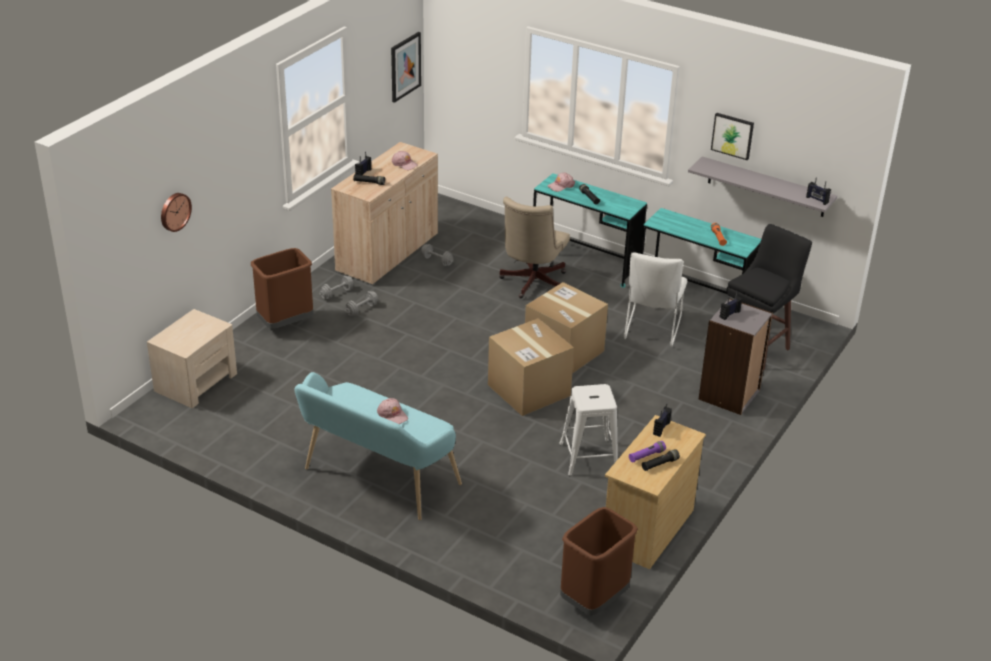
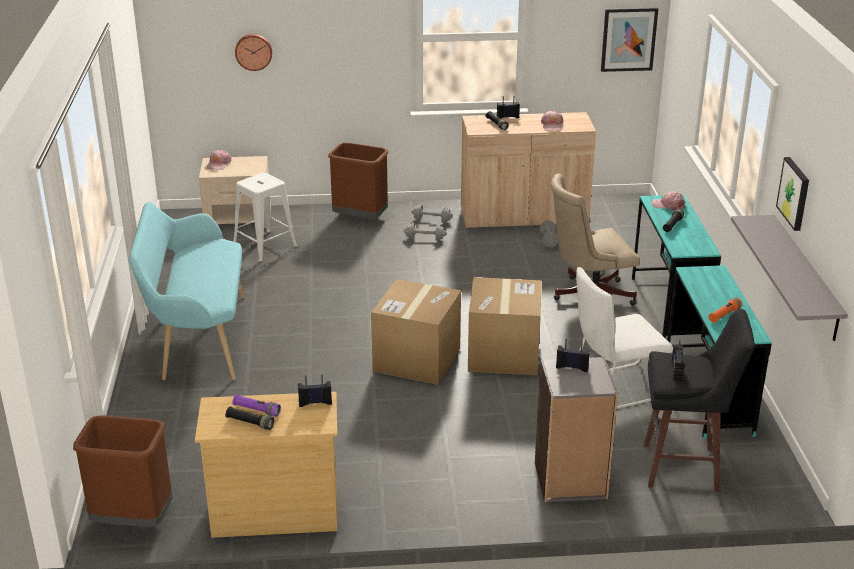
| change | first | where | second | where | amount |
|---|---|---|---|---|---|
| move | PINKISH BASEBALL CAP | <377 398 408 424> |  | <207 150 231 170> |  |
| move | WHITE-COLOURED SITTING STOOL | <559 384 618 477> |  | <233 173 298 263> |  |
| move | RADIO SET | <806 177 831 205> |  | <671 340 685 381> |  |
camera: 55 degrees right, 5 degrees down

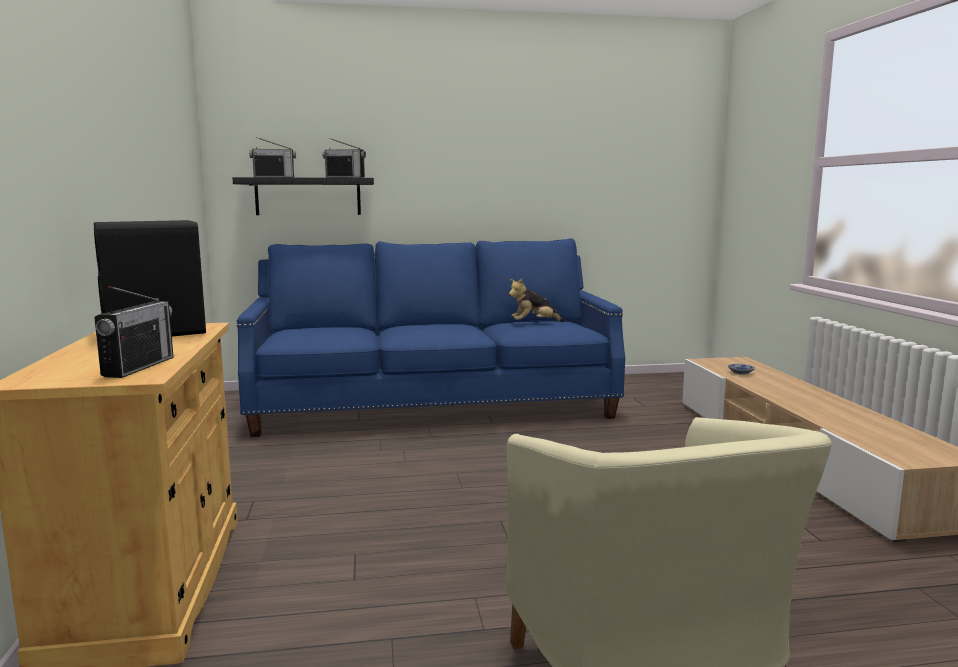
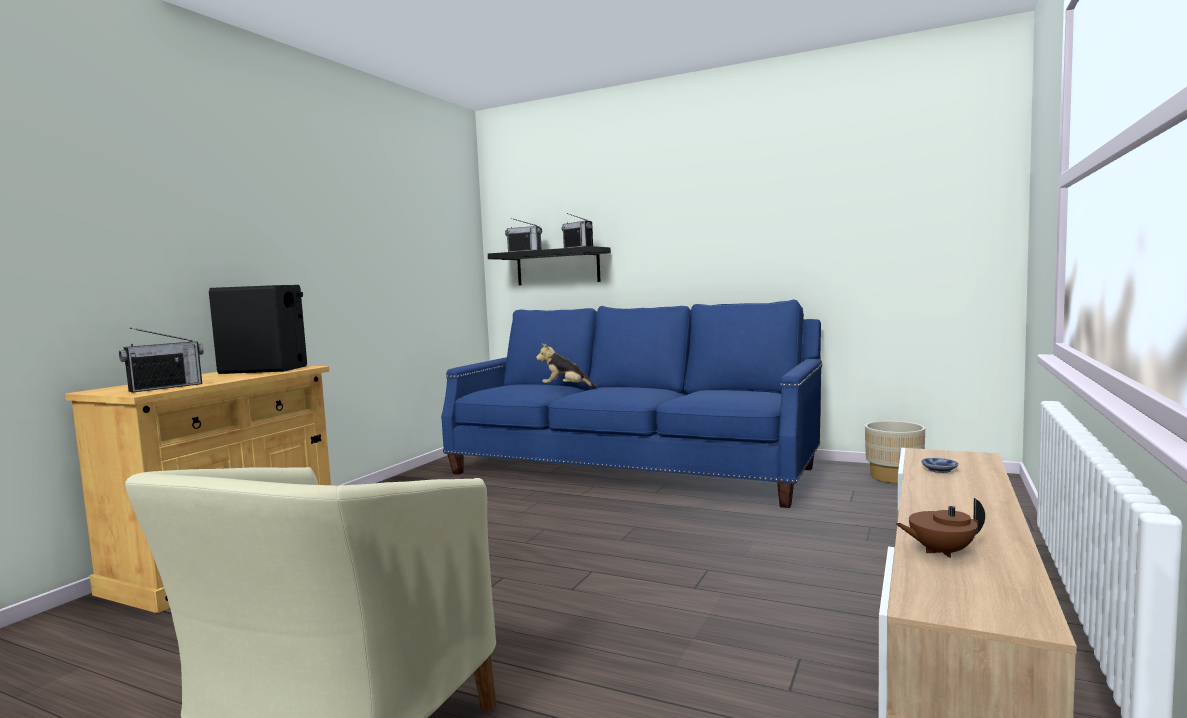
| change | first | where | second | where | amount |
|---|---|---|---|---|---|
| insert |  |  | BEIGE PLANT POT | <865 421 925 484> |  |
| insert |  |  | BROWN-COLOURED TEAPOT | <895 498 985 558> |  |
| move | SOFT TOY | <509 279 564 322> |  | <536 343 598 389> |  |
camera: 35 degrees right, 5 degrees down

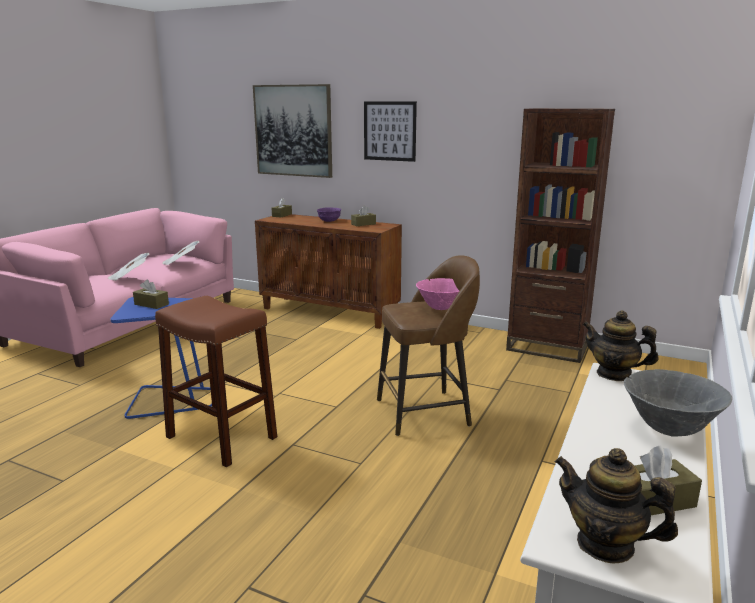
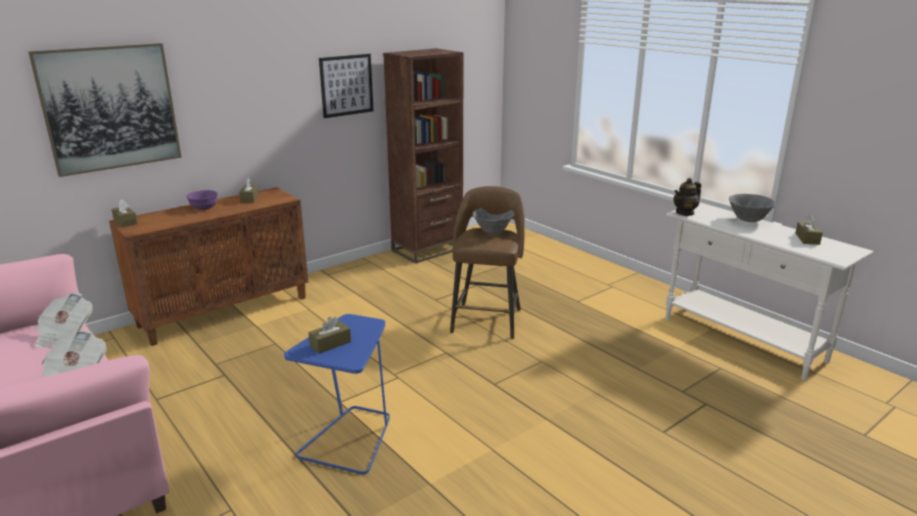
| change | first | where | second | where | amount |
|---|---|---|---|---|---|
| delete | BROWN-COLOURED SITTING STOOL | <155 296 277 467> |  |  |  |
| delete | TEAPOT | <555 448 678 563> |  |  |  |
| move | PICTURE | <364 101 417 162> |  | <319 54 373 118> |  |
| recolor | PINKISH BOWL | <416 278 459 310> | GRAY BOWL | <472 208 515 234> |  |
camera: 65 degrees left, 5 degrees up

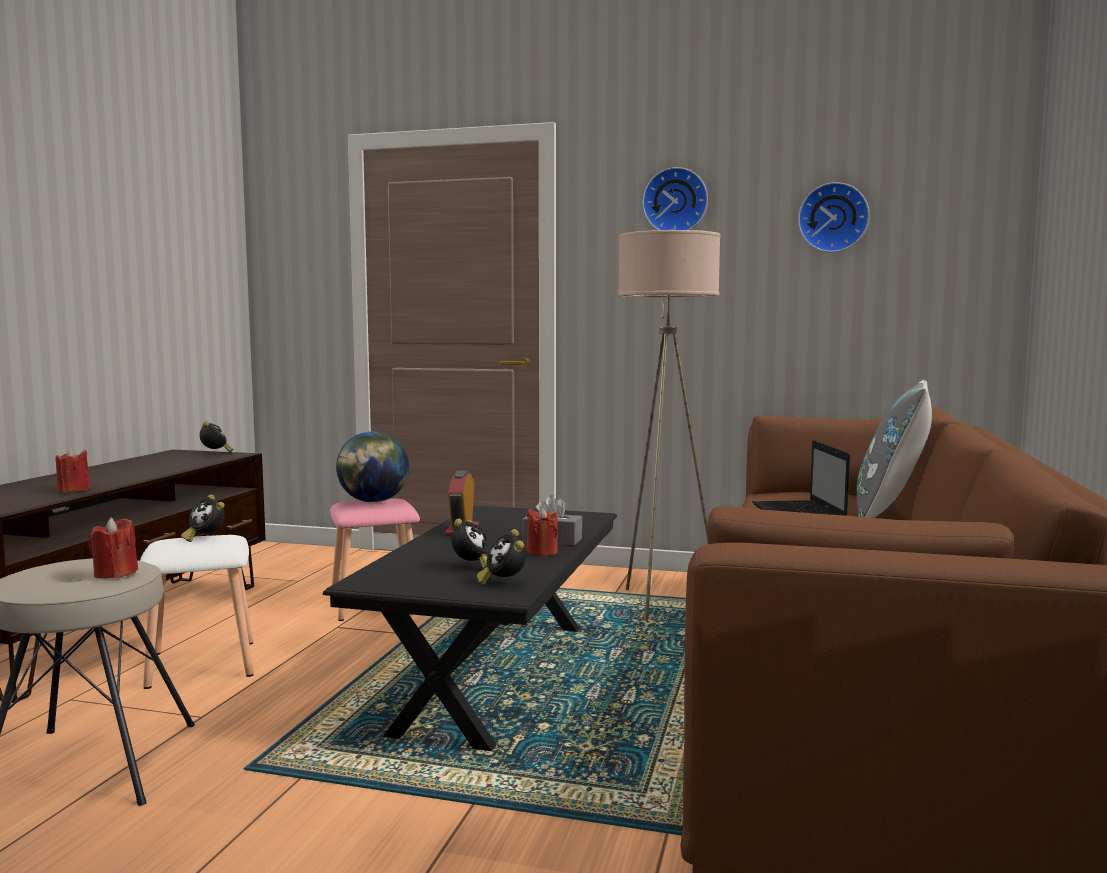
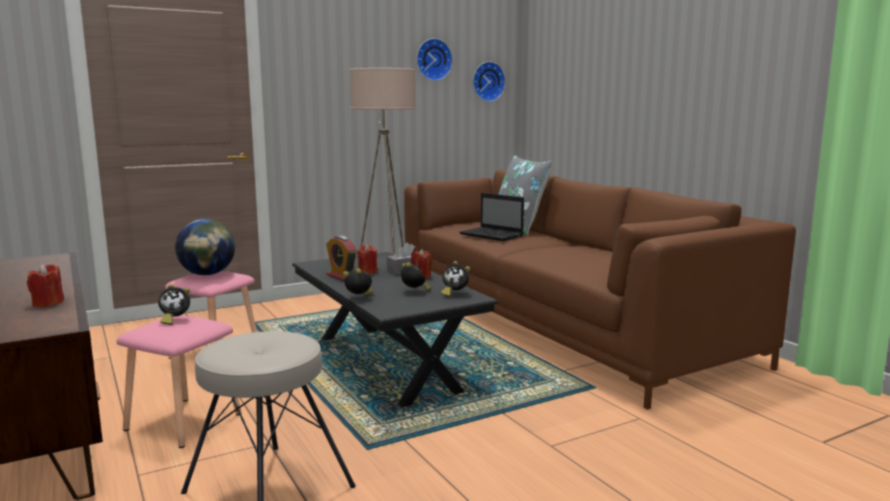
| change | first | where | second | where | amount |
|---|---|---|---|---|---|
| move | REDDISH WAX LIGHT | <88 518 138 579> |  | <357 244 377 274> |  |
| move | ALARM CLOCK | <200 421 234 453> |  | <343 268 373 295> |  |
| move | HANGING CLOCK | <642 167 708 230> |  | <473 62 506 102> |  |
| recolor | WHITE-COLOURED SITTING STOOL | <140 535 254 689> | PINKISH SITTING STOOL | <116 315 242 448> |  |
camera: 45 degrees left, 5 degrees up

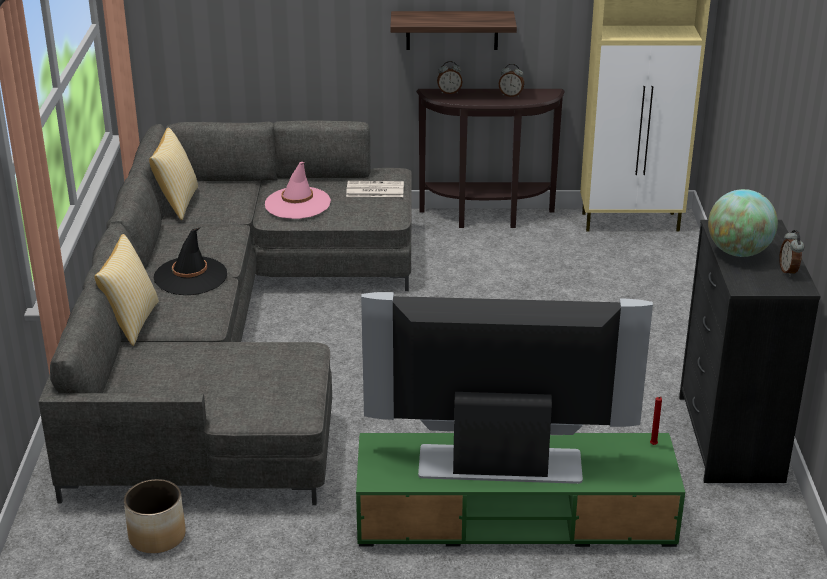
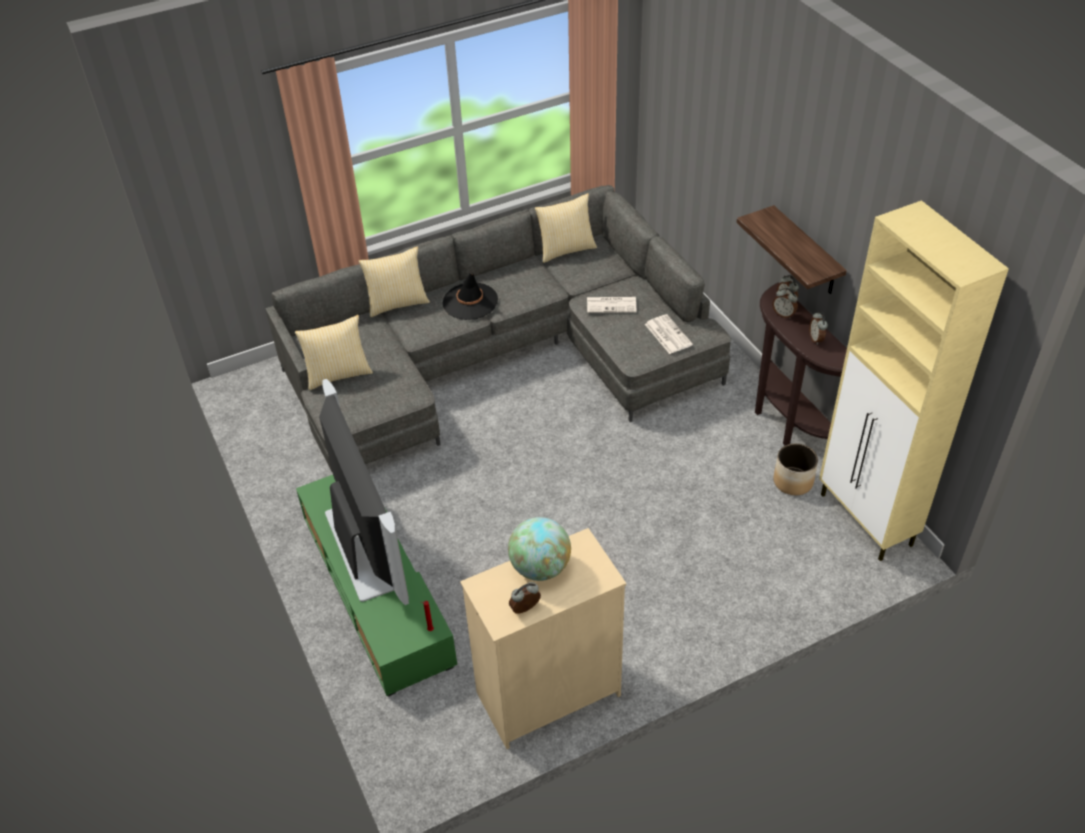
| change | first | where | second | where | amount |
|---|---|---|---|---|---|
| insert |  |  | PILLOW | <295 315 373 390> |  |
| insert |  |  | ALARM CLOCK | <773 288 798 318> |  |
| move | PLANT POT | <124 479 186 553> |  | <774 443 818 495> |  |
| replace | PINKISH WEARABLE HAT | <265 162 331 219> | PRINTED PAPER | <587 297 637 313> |  |
| recolor | BLACK-COLOURED DRAWER CHEST | <679 220 821 483> | BEIGE DRAWER CHEST | <460 528 626 749> |  |
camera: 65 degrees right, 15 degrees up

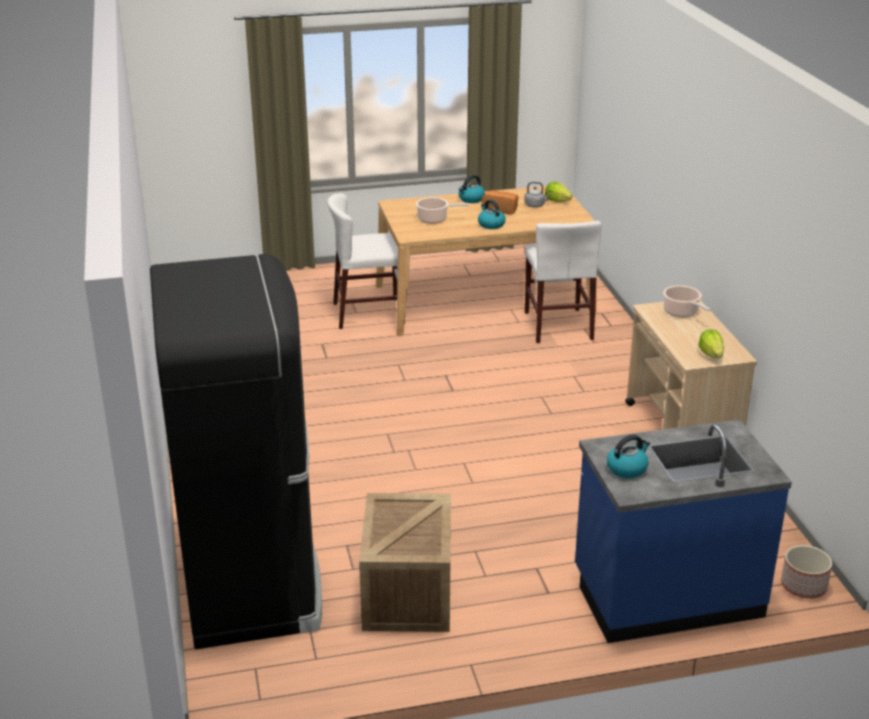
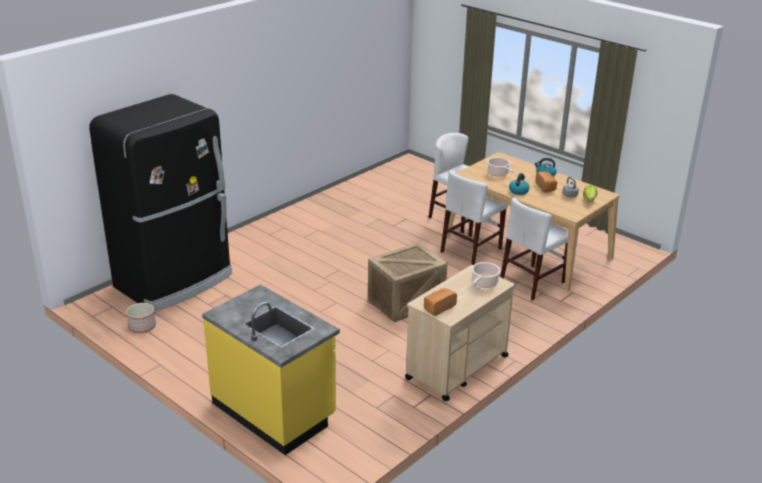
| change | first | where | second | where | amount |
|---|---|---|---|---|---|
| delete | TEA KETTLE | <607 434 650 478> |  |  |  |
| insert |  |  | WHITE-COLOURED CHAIR | <441 170 508 265> |  |
| move | CRATE | <359 493 451 632> |  | <368 243 448 322> |  |
| move | PLANT POT | <781 545 832 599> |  | <126 303 156 334> |  |
| replace | LETTUCE | <698 329 724 358> | BREAD | <424 288 457 316> |  |
| recolor | BLUE KITCHEN BASE UNIT | <575 419 792 643> | YELLOWISH KITCHEN BASE UNIT | <202 284 340 455> |  |
camera: 55 degrees right, 0 degrees up

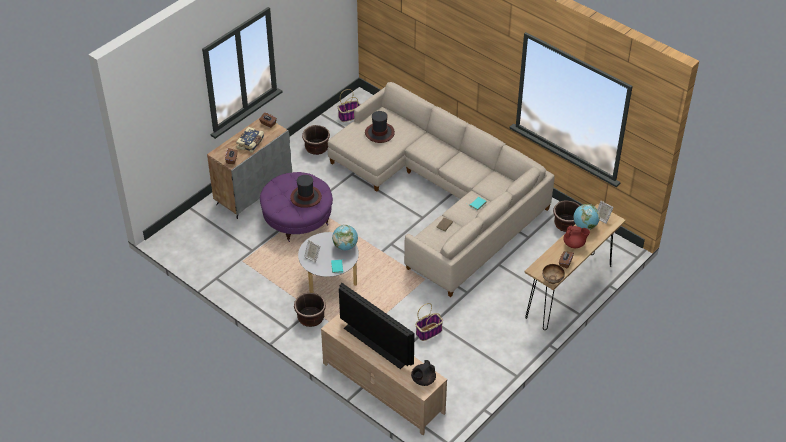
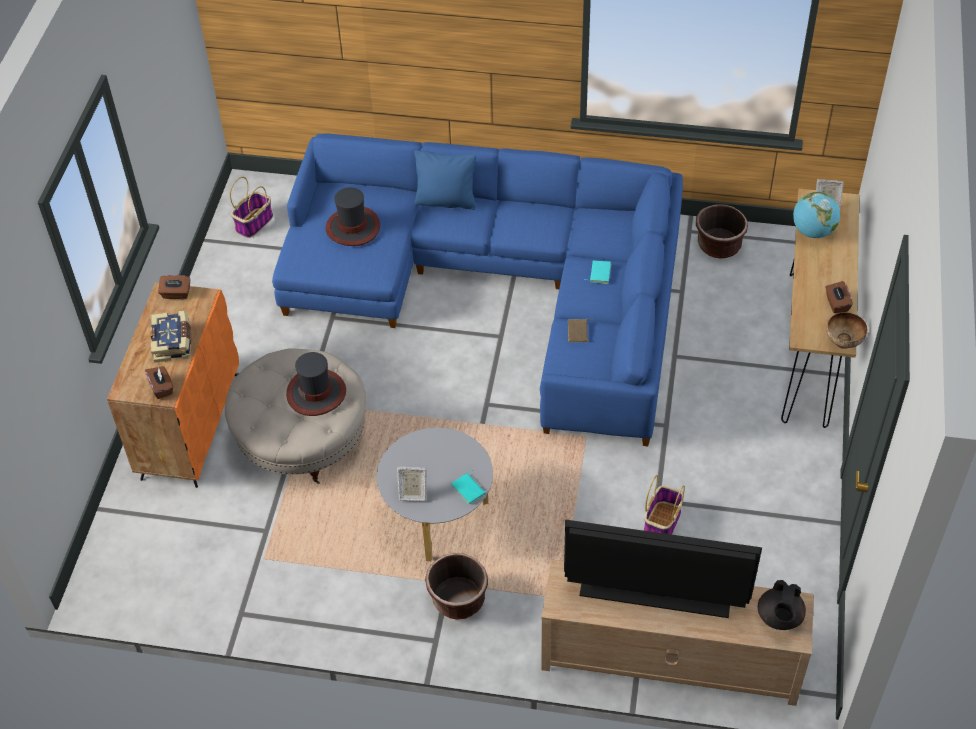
| change | first | where | second | where | amount |
|---|---|---|---|---|---|
| delete | BROWN-COLOURED PLANT POT | <302 125 330 155> |  |  |  |
| delete | WORLD GLOBE | <332 225 358 250> |  |  |  |
| delete | REDDISH TEAPOT | <563 225 590 248> |  |  |  |
| insert |  |  | BLUE PILLOW | <414 150 476 210> |  |
| recolor | GRAY STORAGE CABINET | <207 119 292 219> | ORANGE-COLOURED STORAGE CABINET | <107 282 239 488> |  |
| recolor | PURPLE-COLOURED FOOTREST | <260 172 333 242> | BEIGE FOOTREST | <225 348 366 484> |  |
| recolor | BEIGE COUCH | <328 82 554 297> | BLUE COUCH | <272 133 683 446> |  |
camera: 30 degrees left, 5 degrees up

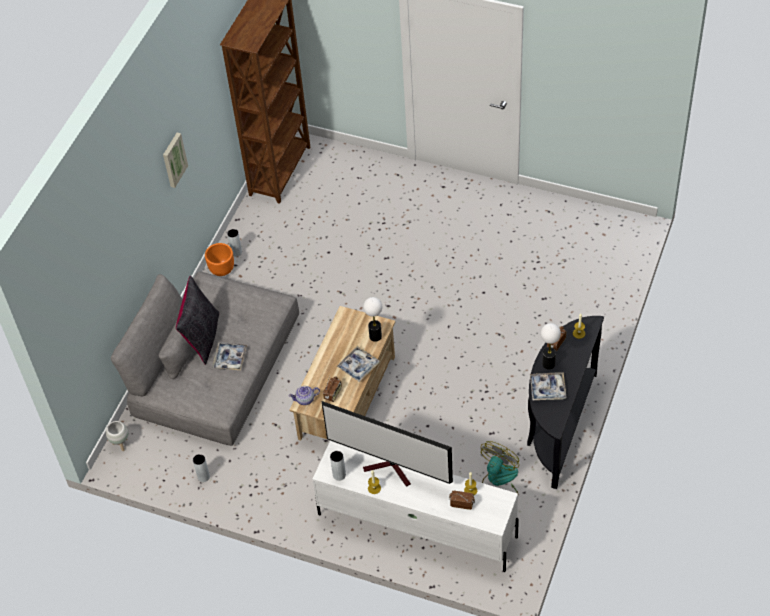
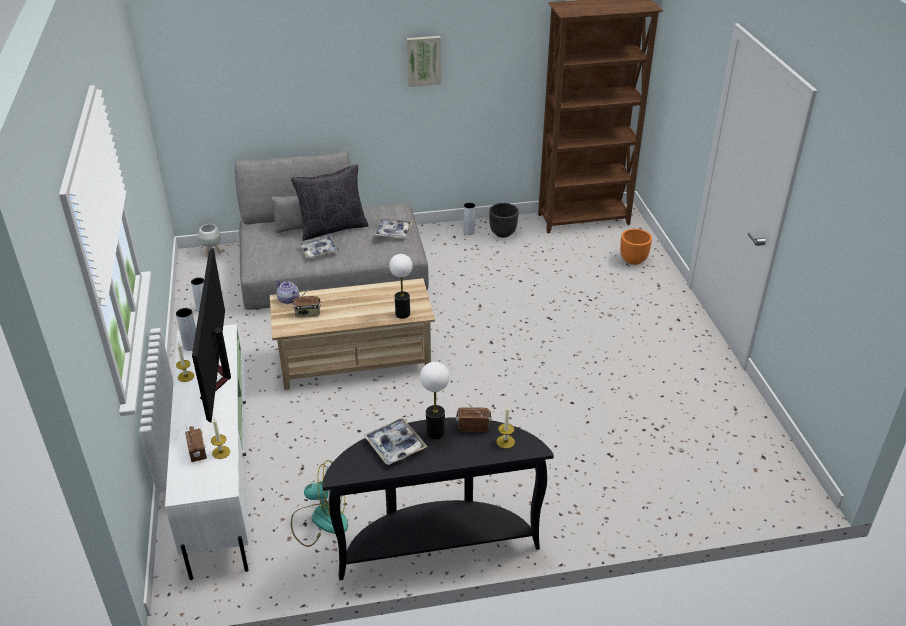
| change | first | where | second | where | amount |
|---|---|---|---|---|---|
| insert |  |  | BLACK-COLOURED PLANT POT | <489 203 519 237> |  |
| move | ORANGE-COLOURED PLANT POT | <205 243 234 276> |  | <620 229 652 265> |  |
| move | TRAY | <337 346 380 382> |  | <374 219 412 238> |  |
camera: 55 degrees right, 15 degrees down

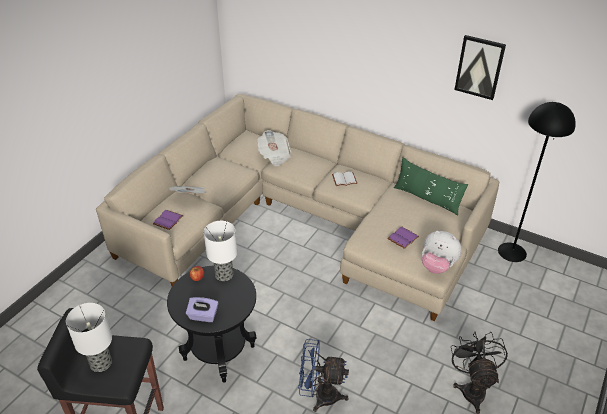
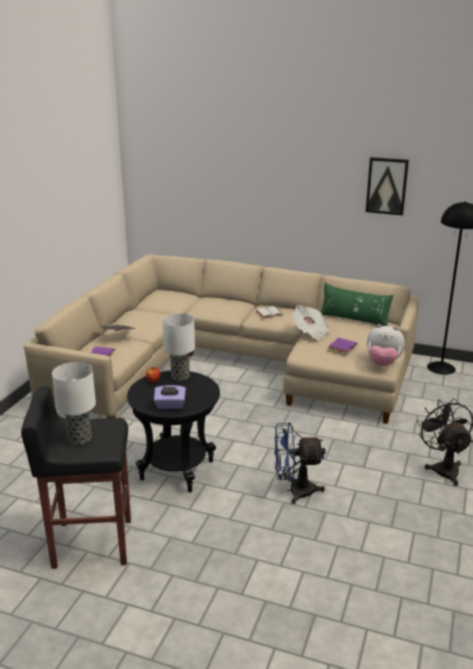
| change | first | where | second | where | amount |
|---|---|---|---|---|---|
| move | PRINTED PAPER | <258 130 291 167> |  | <292 305 330 340> |  |
camera: 10 degrees left, 15 degrees down

